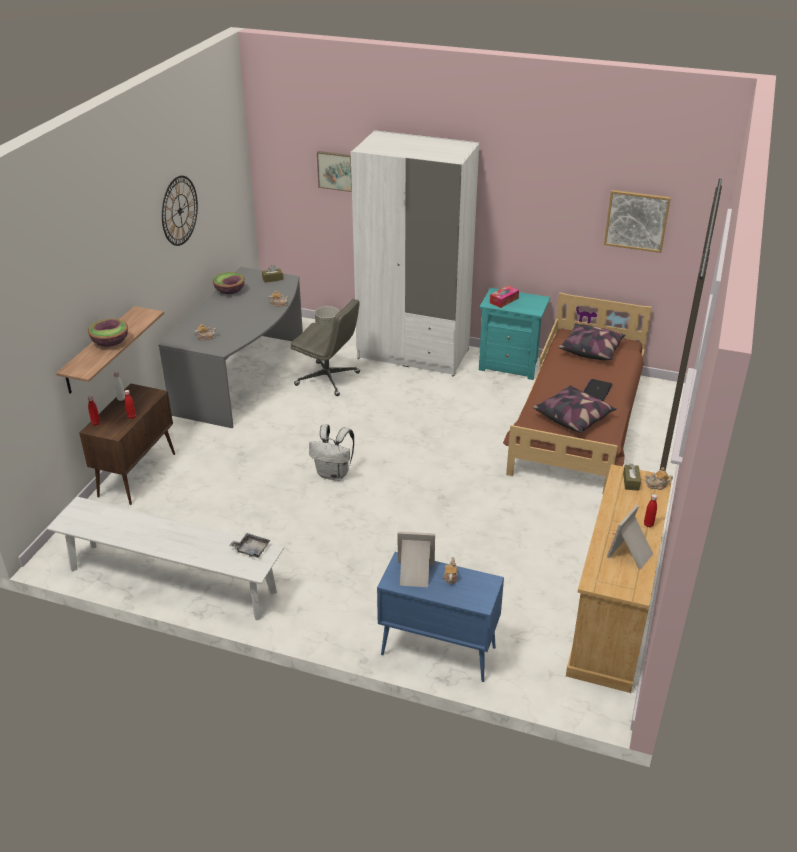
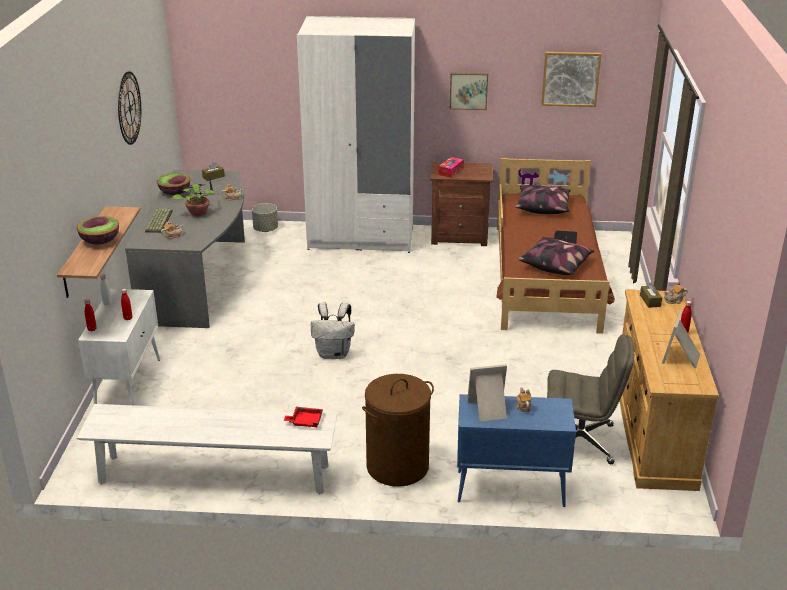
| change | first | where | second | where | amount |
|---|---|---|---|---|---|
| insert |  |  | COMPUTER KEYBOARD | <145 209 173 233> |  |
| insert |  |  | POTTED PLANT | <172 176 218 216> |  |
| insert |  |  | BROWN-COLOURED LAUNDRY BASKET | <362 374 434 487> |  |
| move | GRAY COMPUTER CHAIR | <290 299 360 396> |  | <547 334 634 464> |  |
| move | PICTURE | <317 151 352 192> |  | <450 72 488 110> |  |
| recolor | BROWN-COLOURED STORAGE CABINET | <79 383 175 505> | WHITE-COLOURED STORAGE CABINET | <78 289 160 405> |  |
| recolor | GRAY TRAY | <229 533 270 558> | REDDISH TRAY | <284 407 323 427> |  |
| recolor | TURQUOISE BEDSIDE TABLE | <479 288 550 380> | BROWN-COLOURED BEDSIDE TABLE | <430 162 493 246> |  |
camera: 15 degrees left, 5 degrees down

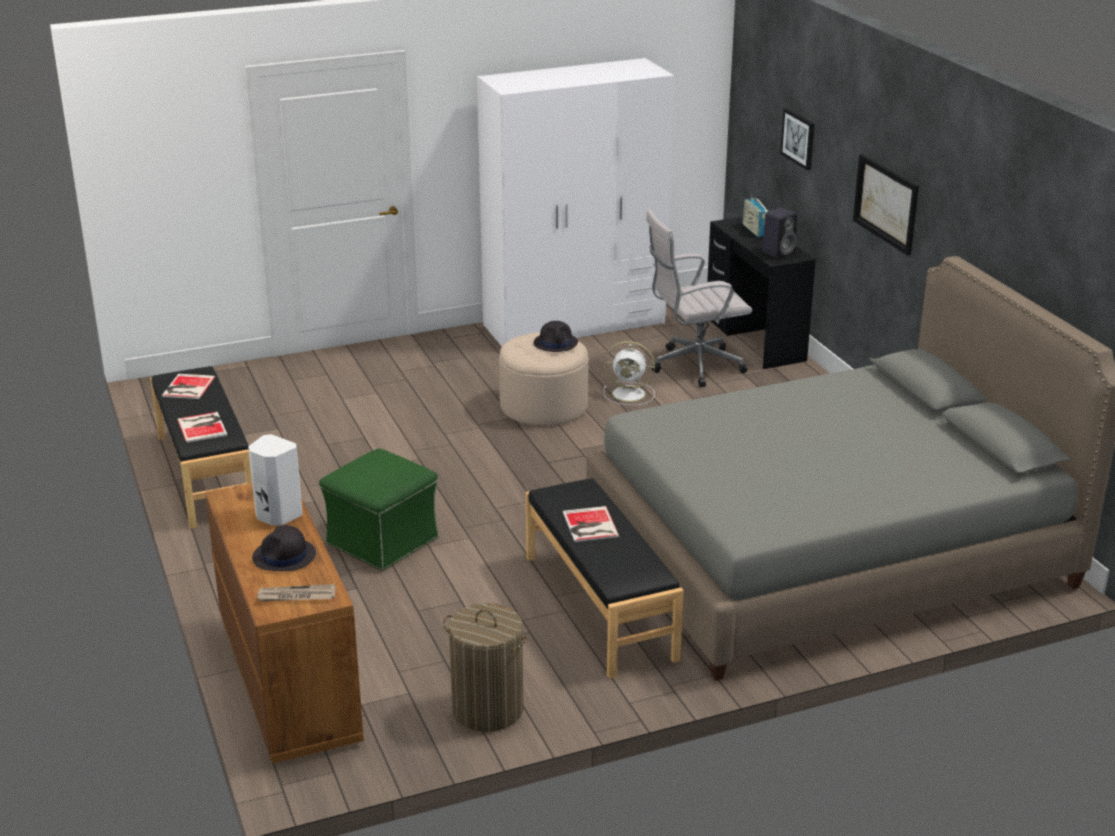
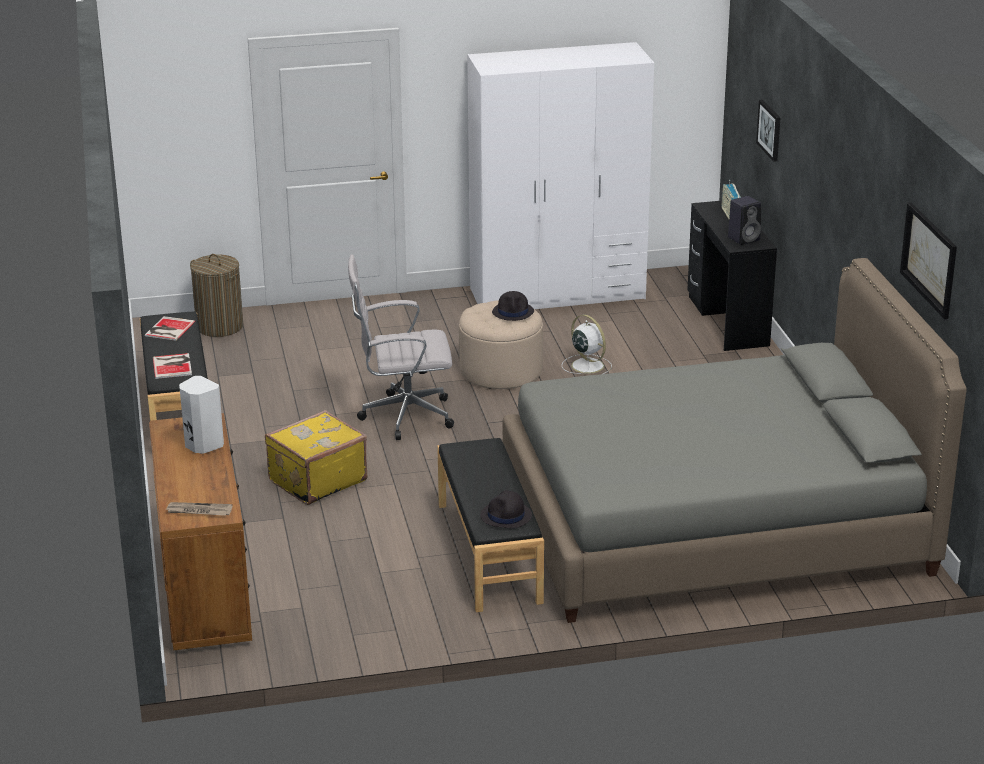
| change | first | where | second | where | amount |
|---|---|---|---|---|---|
| delete | BOUND BOOK | <563 506 619 542> |  |  |  |
| move | BLACK-COLOURED WEARABLE HAT | <252 525 316 571> |  | <480 490 532 528> |  |
| move | LAUNDRY BASKET | <443 603 528 732> |  | <190 254 243 337> |  |
| move | WHITE-COLOURED COMPUTER CHAIR | <646 209 752 387> |  | <348 254 454 440> |  |
| move | PICTURE | <853 154 919 256> |  | <900 203 957 319> |  |
| replace | GREENISH FOOTREST | <319 448 439 571> | YELLOWISH PIECE OF LUGGAGE | <265 410 367 505> |  |
| rotate | WHITE-COLOURED FAN | <604 341 655 405> |  | <562 315 612 374> | 150 degrees counterclockwise |
camera: 10 degrees right, 0 degrees up

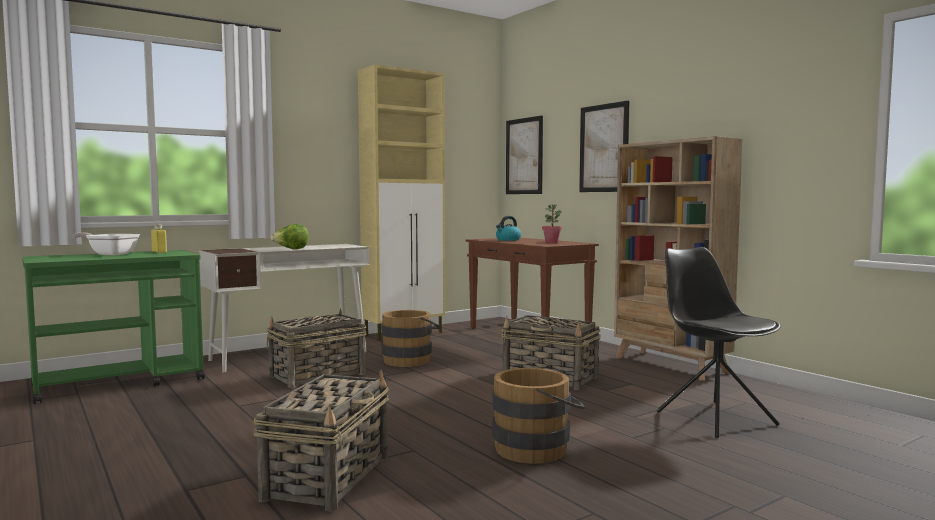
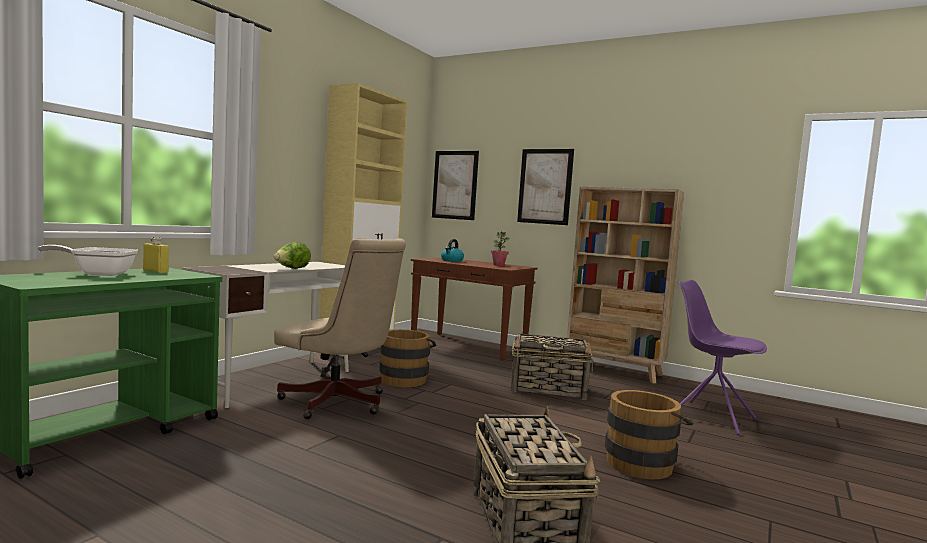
| change | first | where | second | where | amount |
|---|---|---|---|---|---|
| replace | HOUSEHOLD BASKET | <267 308 366 388> | BEIGE COMPUTER CHAIR | <274 238 406 419> |  |
| recolor | BLACK-COLOURED CHAIR | <657 247 781 438> | PURPLE-COLOURED CHAIR | <678 280 767 435> |  |
camera: 25 degrees left, 0 degrees up

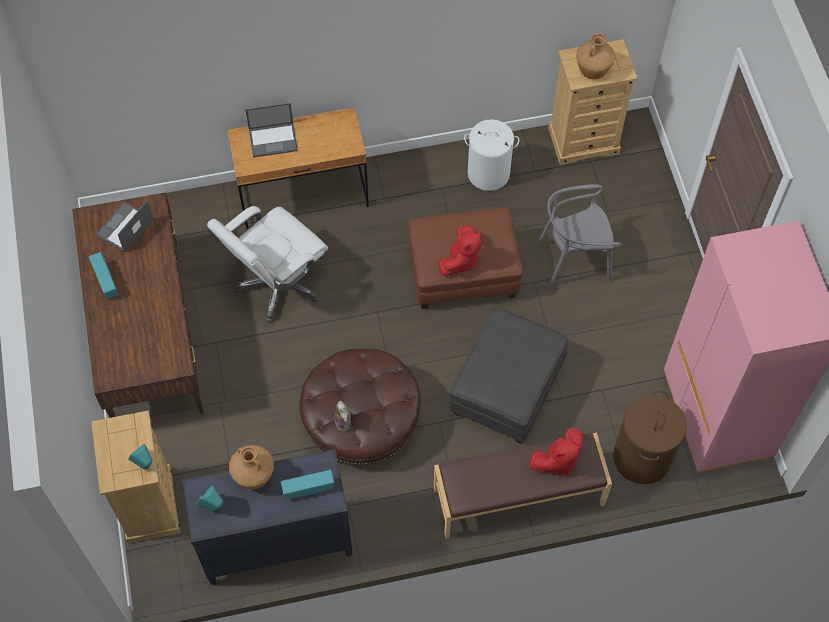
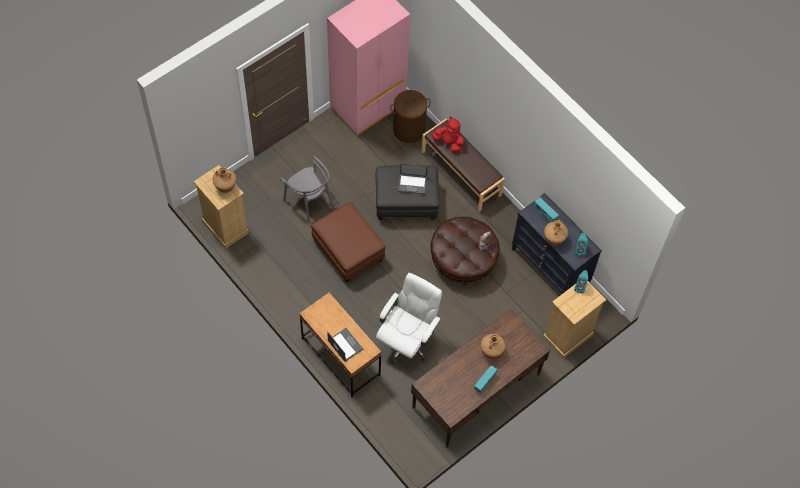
| change | first | where | second | where | amount |
|---|---|---|---|---|---|
| delete | REDDISH SOFT TOY | <438 225 482 276> |  |  |  |
| delete | WHITE-COLOURED LAUNDRY BASKET | <464 119 519 191> |  |  |  |
| insert |  |  | BROWN-COLOURED DECORATIVE VASE | <481 334 505 359> |  |
| move | LAPTOP | <95 200 153 253> |  | <398 163 428 194> |  |
| rotate | WHITE-COLOURED COMPUTER CHAIR | <207 206 328 323> |  | <376 273 442 364> | 75 degrees counterclockwise |
camera: 120 degrees left, 0 degrees up

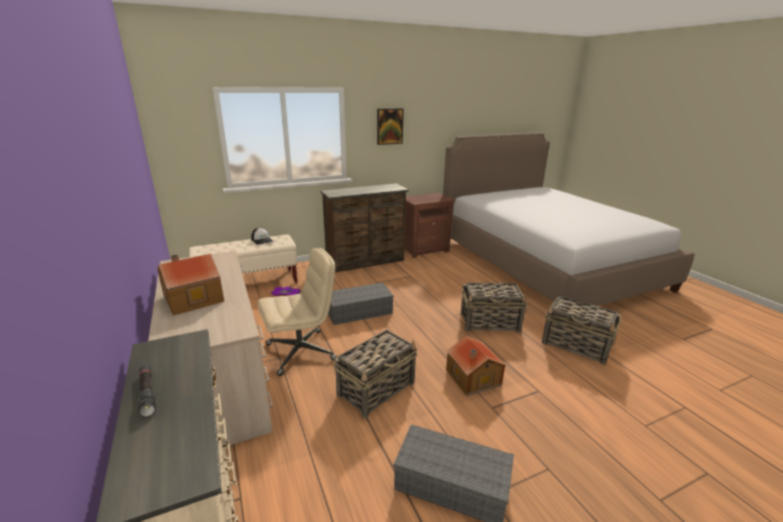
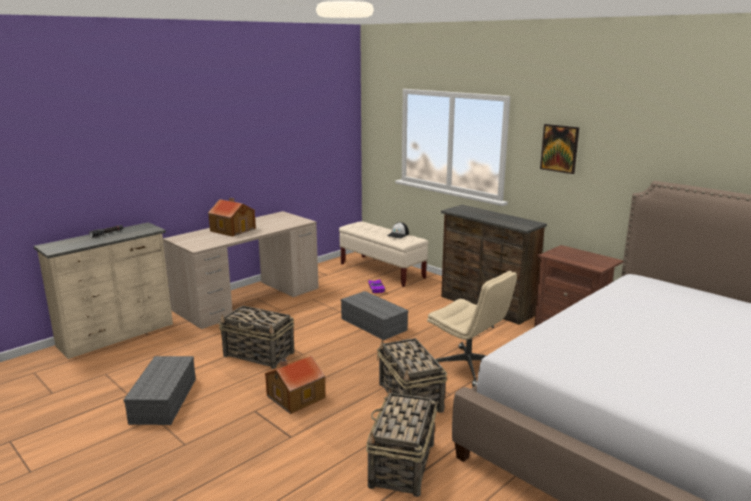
| change | first | where | second | where | amount |
|---|---|---|---|---|---|
| move | BEIGE COMPUTER CHAIR | <258 248 337 376> |  | <427 271 517 387> |  |
camera: 70 degrees right, 5 degrees down

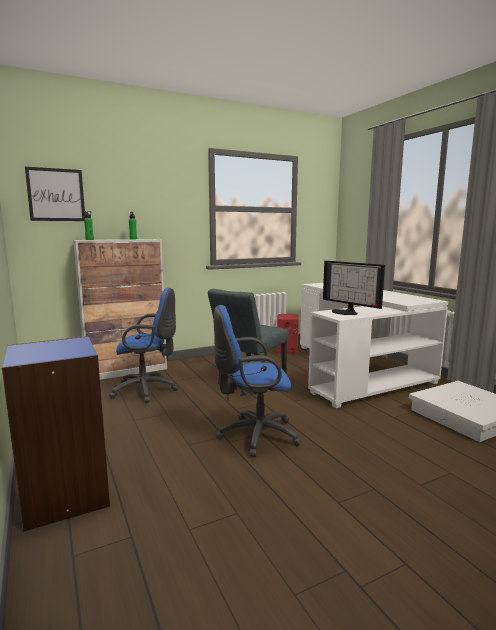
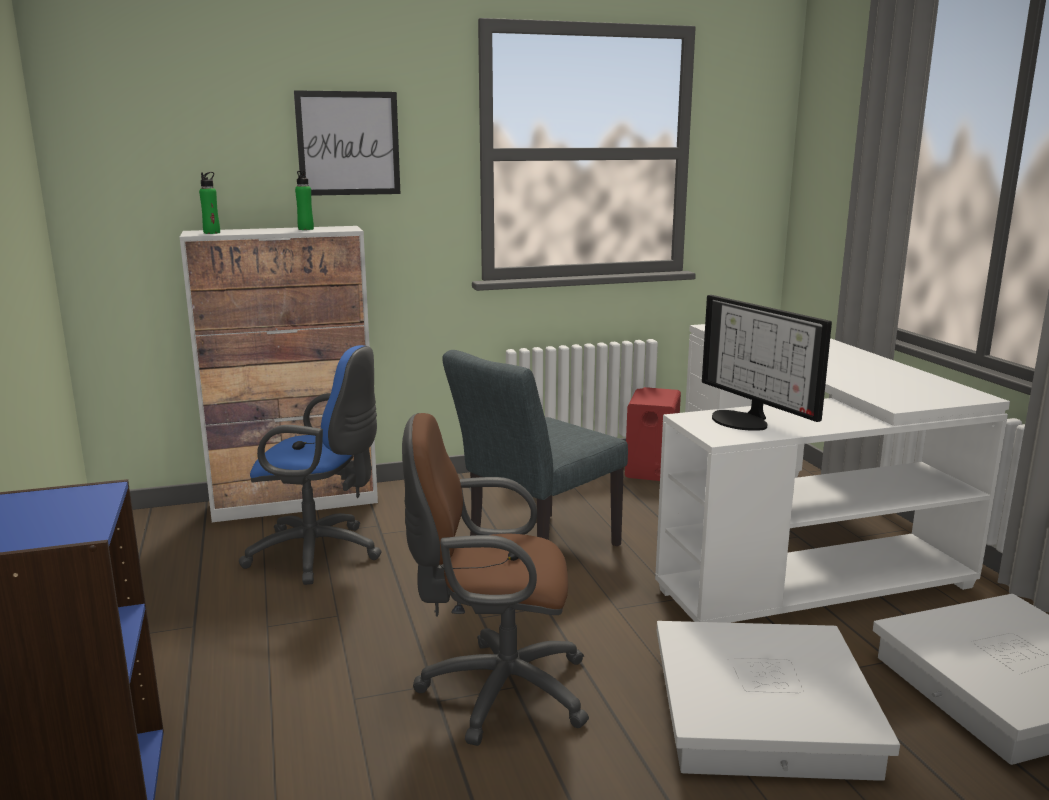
| change | first | where | second | where | amount |
|---|---|---|---|---|---|
| insert |  |  | WHITE-COLOURED STORAGE BIN | <657 621 900 781> |  |
| move | PICTURE | <25 167 85 221> |  | <294 90 401 196> |  |
| recolor | BLUE COMPUTER CHAIR | <214 305 302 457> | BROWN-COLOURED COMPUTER CHAIR | <402 413 589 746> |  |
camera: 10 degrees right, 5 degrees up

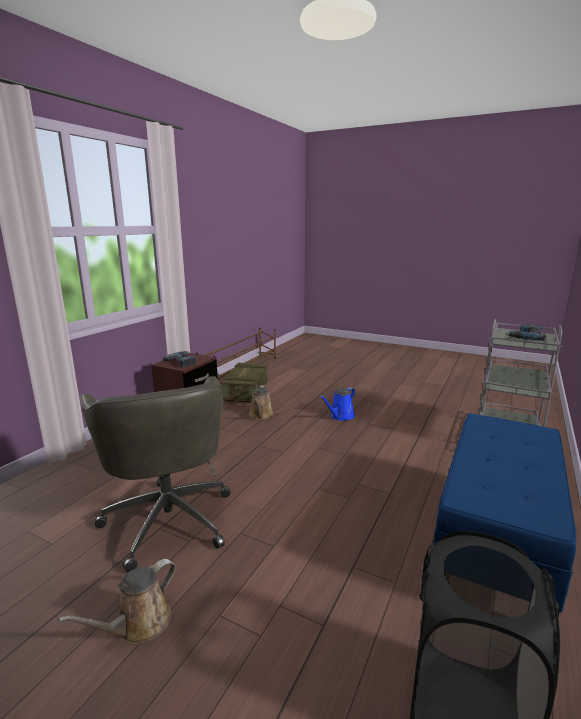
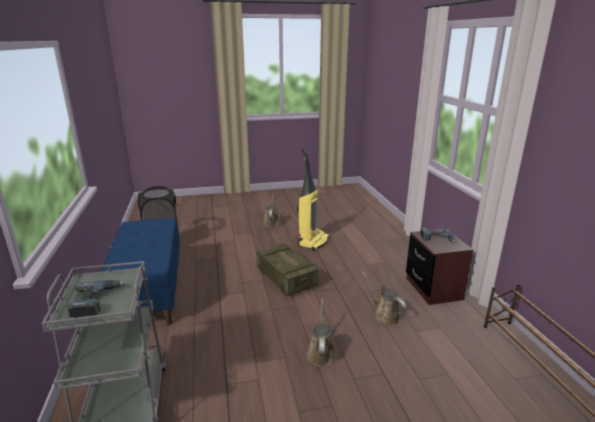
| change | first | where | second | where | amount |
|---|---|---|---|---|---|
| move | CRATE | <222 363 268 402> |  | <256 243 319 296> |  |
| replace | GRAY COMPUTER CHAIR | <80 376 231 572> | HOOVER | <297 148 329 251> |  |
| recolor | BLUE WATERING CAN | <319 387 355 421> | BROWN-COLOURED WATERING CAN | <306 298 336 367> |  |
camera: 140 degrees right, 5 degrees up

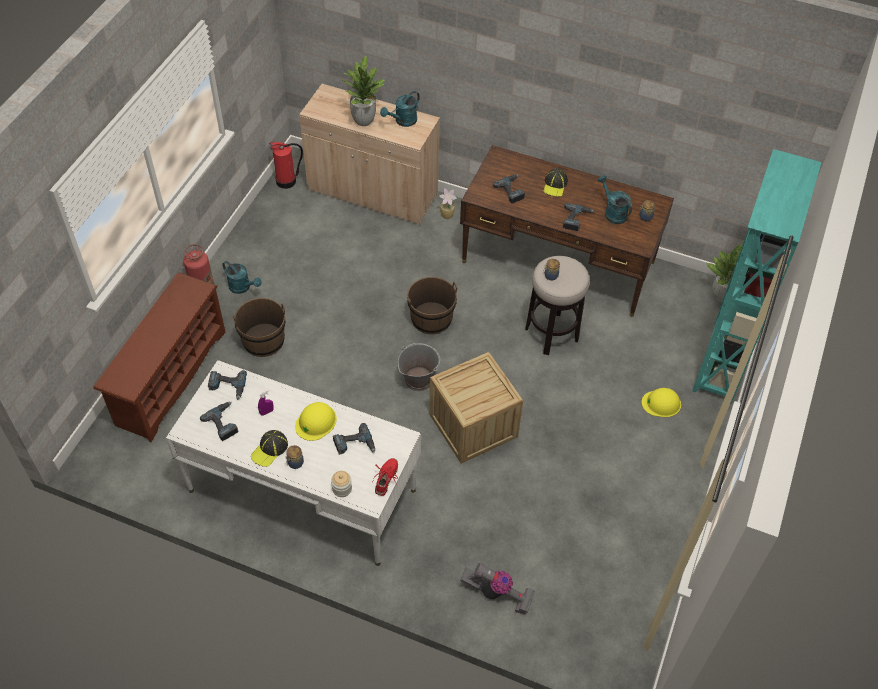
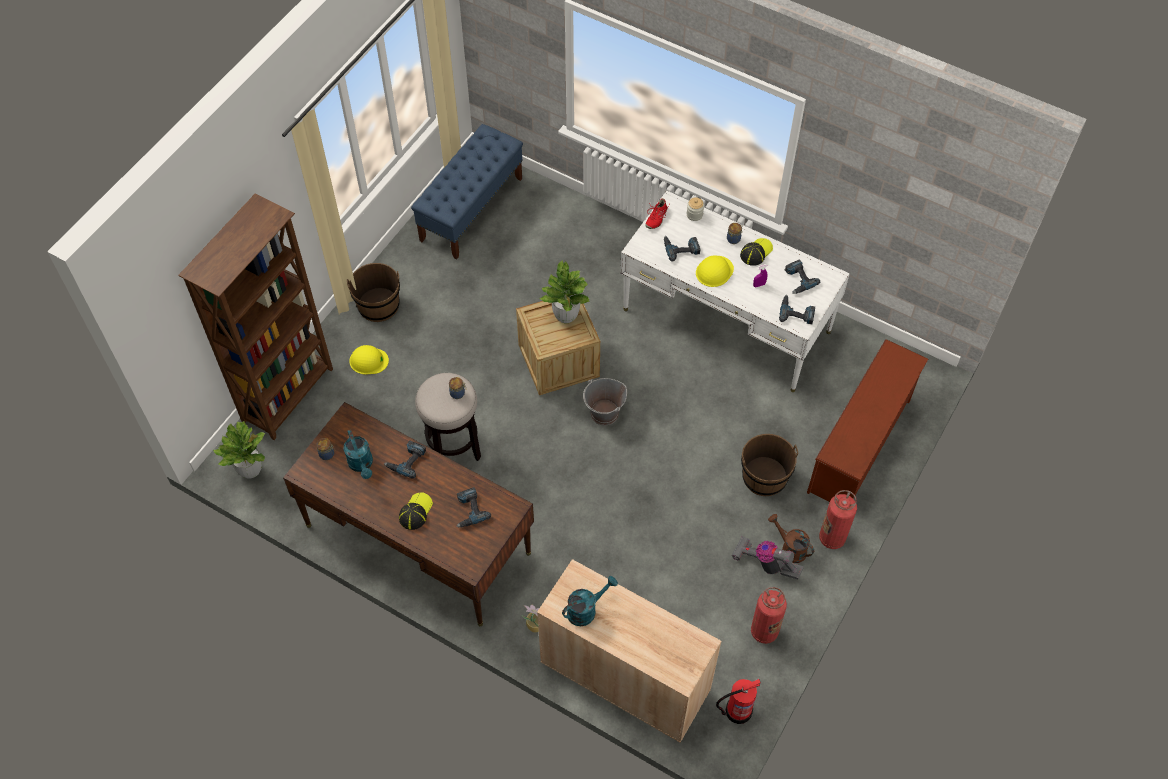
| change | first | where | second | where | amount |
|---|---|---|---|---|---|
| insert |  |  | BLUE LONG SEAT | <411 124 523 259> |  |
| insert |  |  | FIRE-FIGHTING CYLINDER | <751 587 787 644> |  |
| move | POTTED PLANT | <341 56 385 126> |  | <540 260 590 323> |  |
| move | BROWN-COLOURED WATER BUCKET | <407 277 457 334> |  | <347 263 400 322> |  |
| move | HOOVER | <461 563 535 615> |  | <732 536 804 580> |  |
| recolor | TURQUOISE WATERING CAN | <222 261 262 294> | BROWN-COLOURED WATERING CAN | <768 514 814 563> |  |
| recolor | TURQUOISE SHELVING UNIT | <692 149 822 404> | BROWN-COLOURED SHELVING UNIT | <178 193 333 440> |  |
camera: 170 degrees left, 5 degrees up

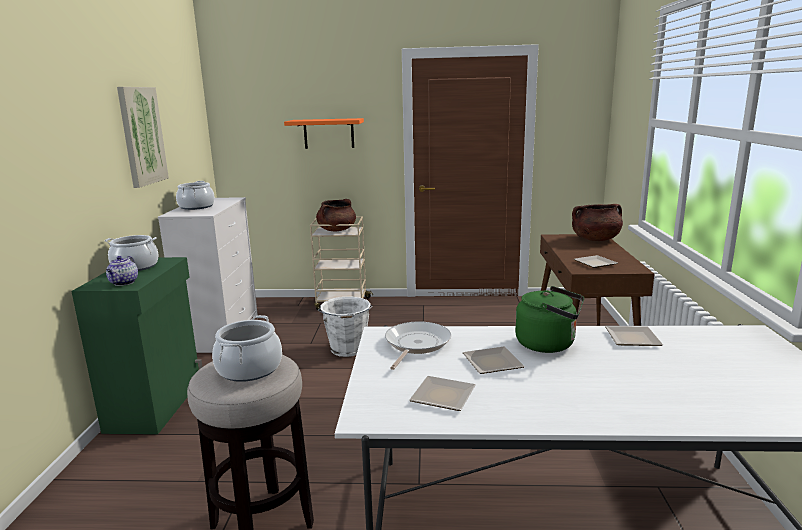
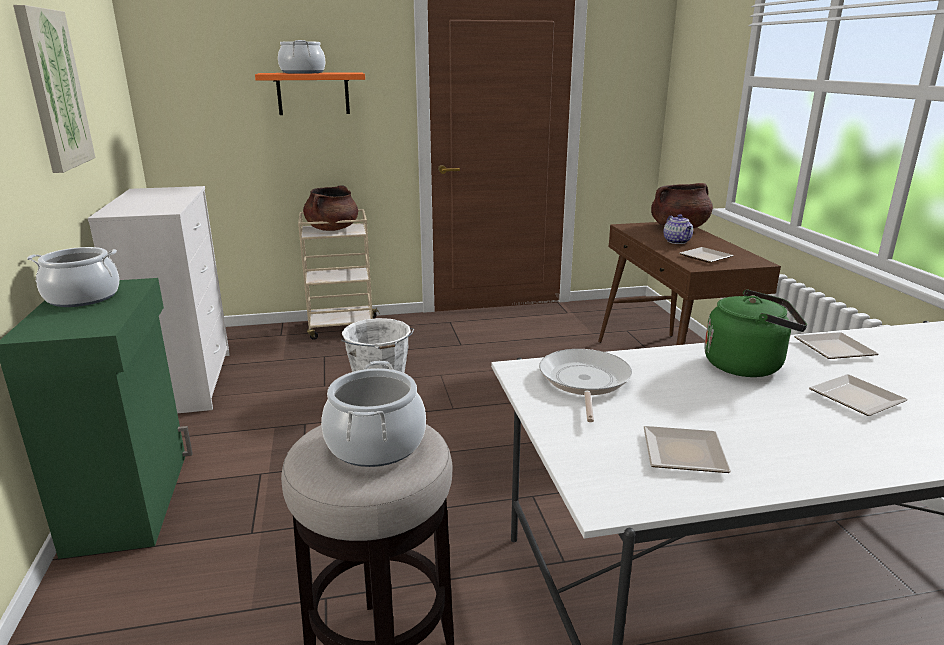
| change | first | where | second | where | amount |
|---|---|---|---|---|---|
| move | TEAPOT | <106 256 138 286> |  | <663 214 693 244> |  |
| move | COOKING POT | <176 181 215 210> |  | <278 40 325 74> |  |
| move | PLATE | <463 347 525 374> |  | <809 374 908 416> |  |
camera: 15 degrees left, 5 degrees up

